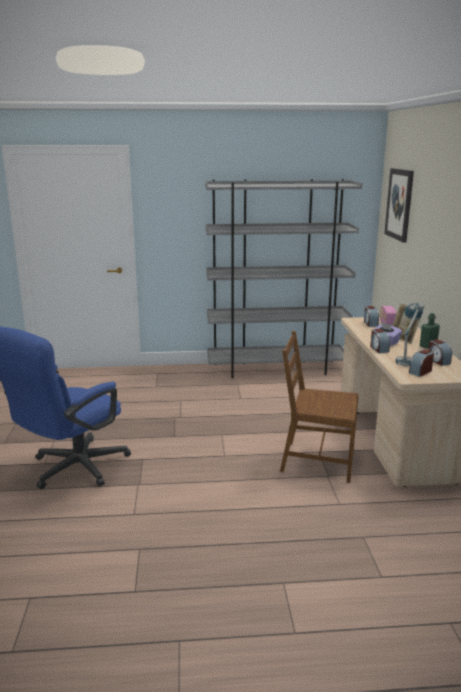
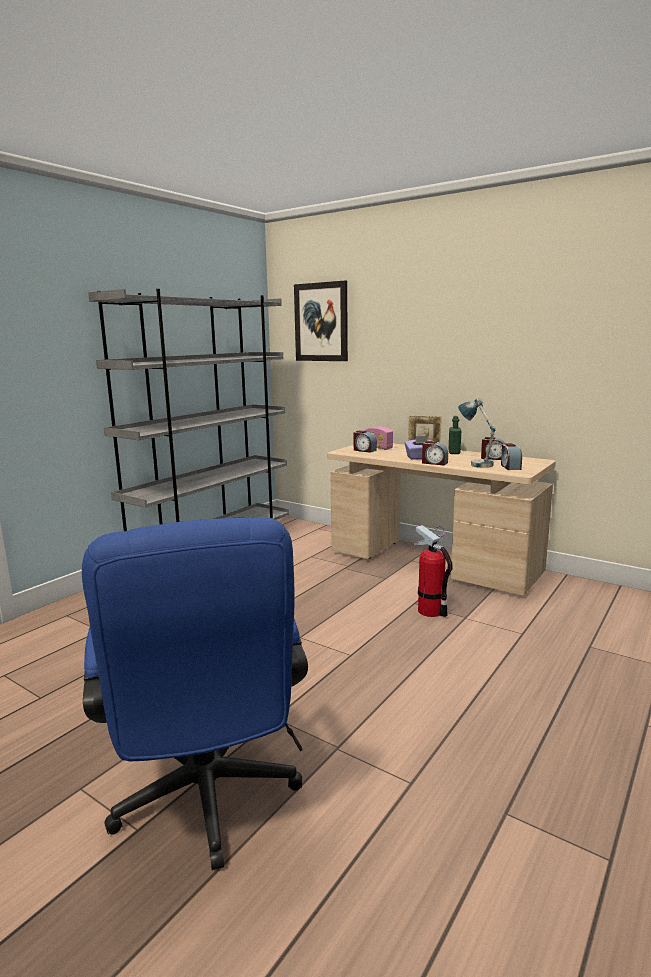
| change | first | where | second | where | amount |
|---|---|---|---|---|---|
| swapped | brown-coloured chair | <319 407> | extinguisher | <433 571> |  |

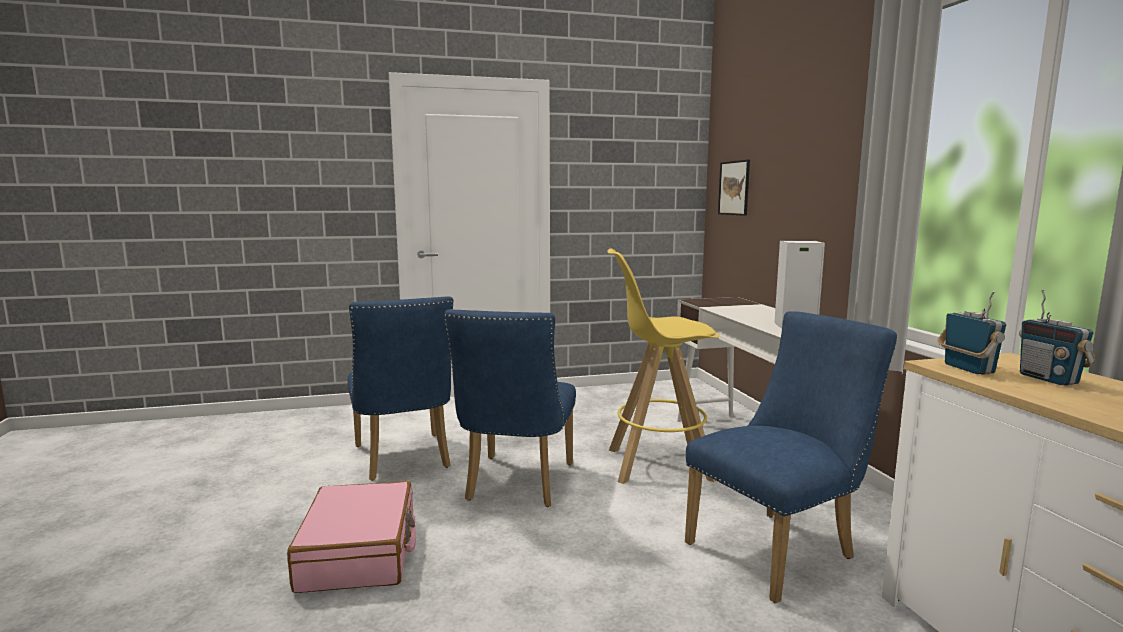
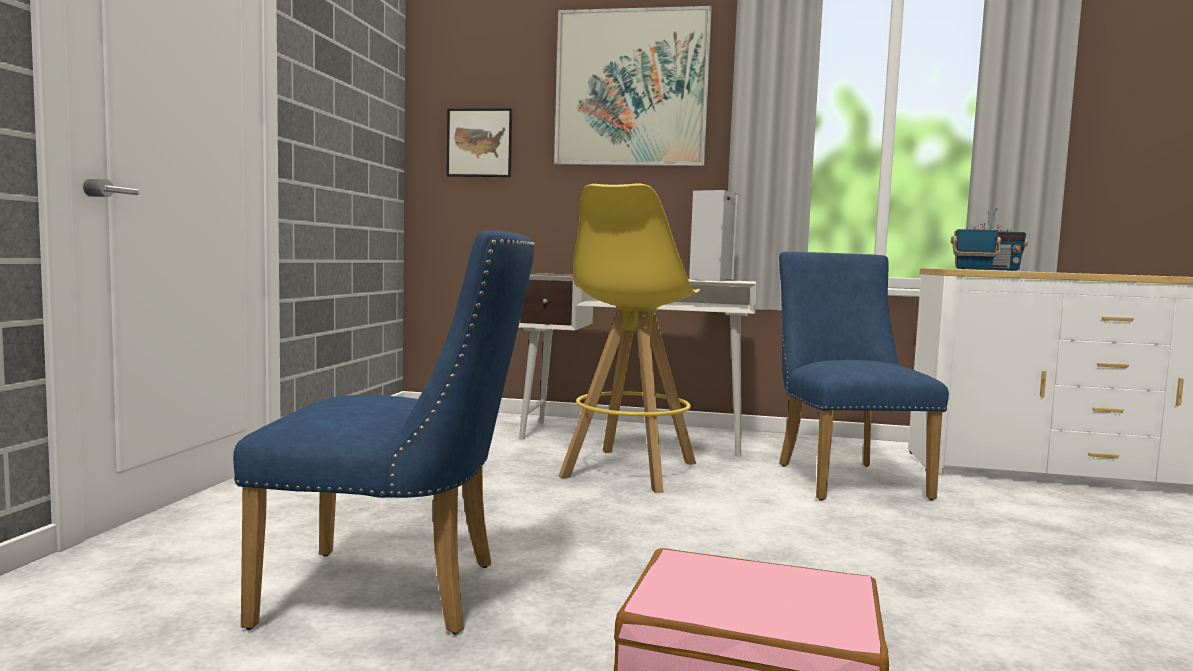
| change | first | where | second | where | amount |
|---|---|---|---|---|---|
| gone | blue chair | <510 408> |  |  |  |
| new |  |  | wall picture | <633 86> |  |

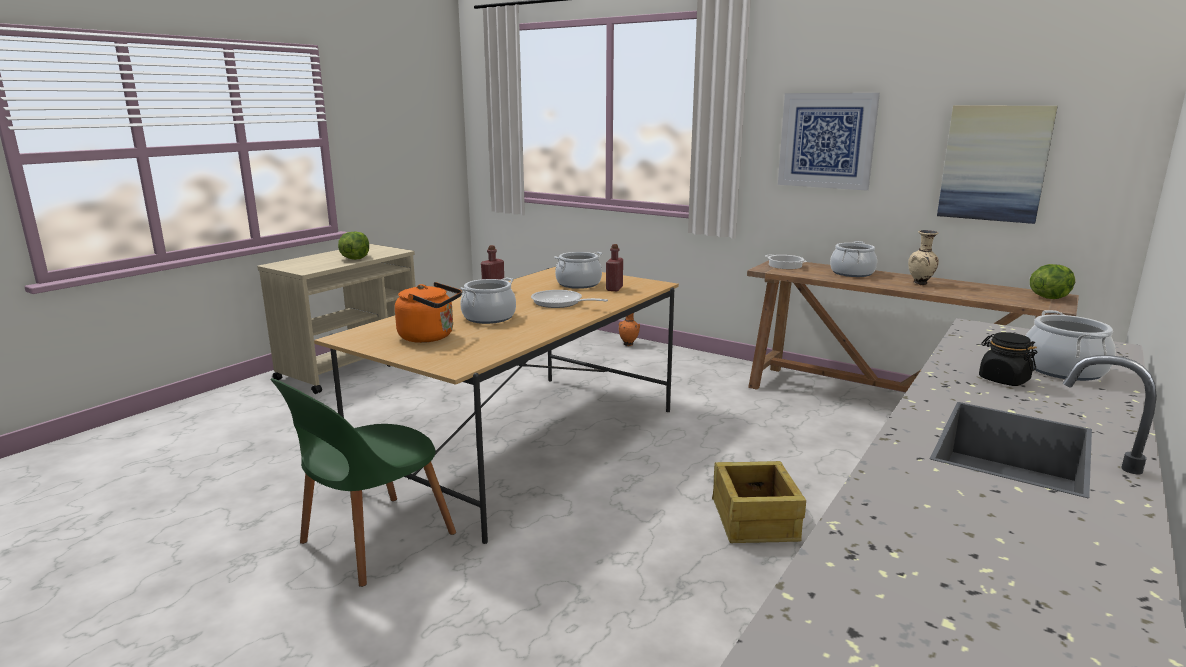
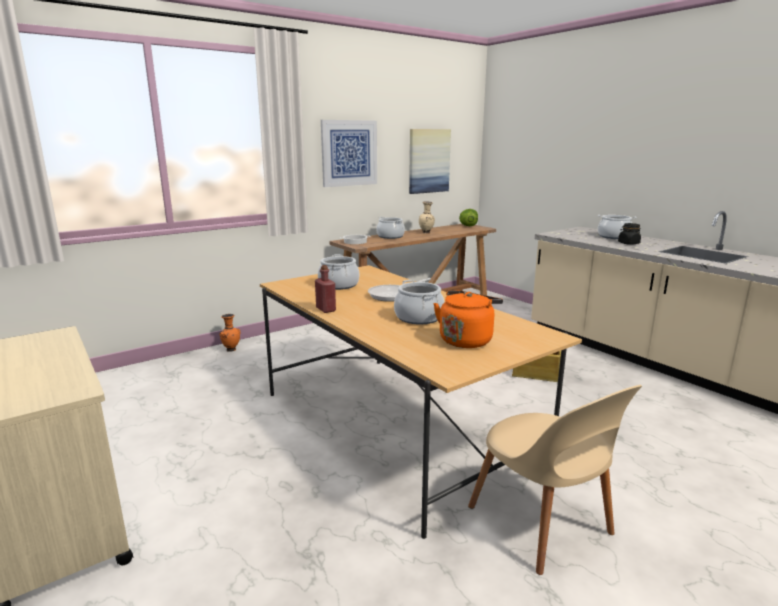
| change | first | where | second | where | amount |
|---|---|---|---|---|---|
| gone | head of lettuce | <353 245> |  |  |  |
| gone | red drink bottle | <614 267> |  |  |  |
| repainted | green-coloured chair | <363 482> | beige chair | <555 480> |  |

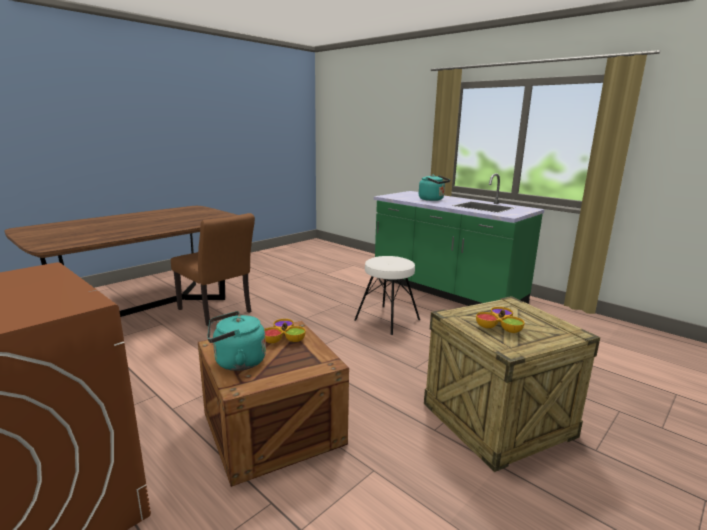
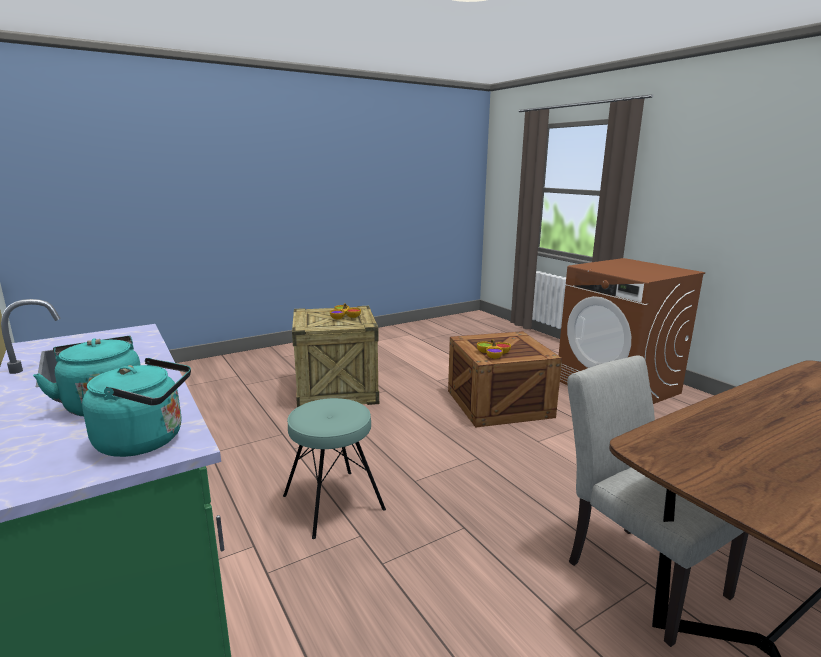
| change | first | where | second | where | amount |
|---|---|---|---|---|---|
| shifted | turquoise-coloured kettle | <236 341> |  | <136 407> |  |
| repainted | brown-coloured chair | <213 269> | greyish chair | <657 501> |  |
| repainted | whitish sitting stool | <387 295> | turquoise-coloured sitting stool | <334 468> |  |

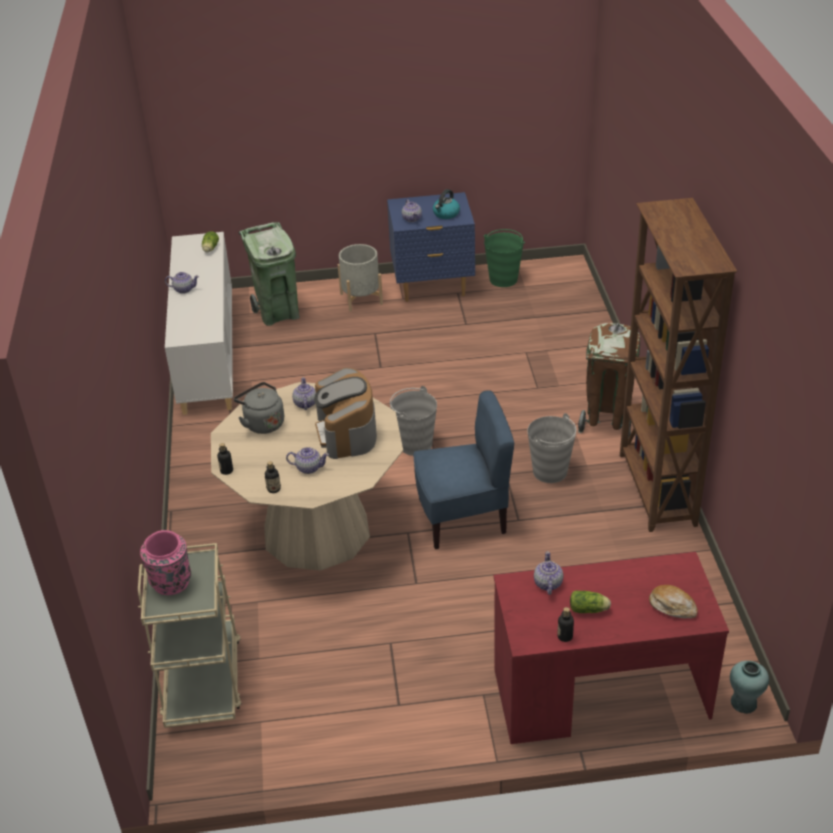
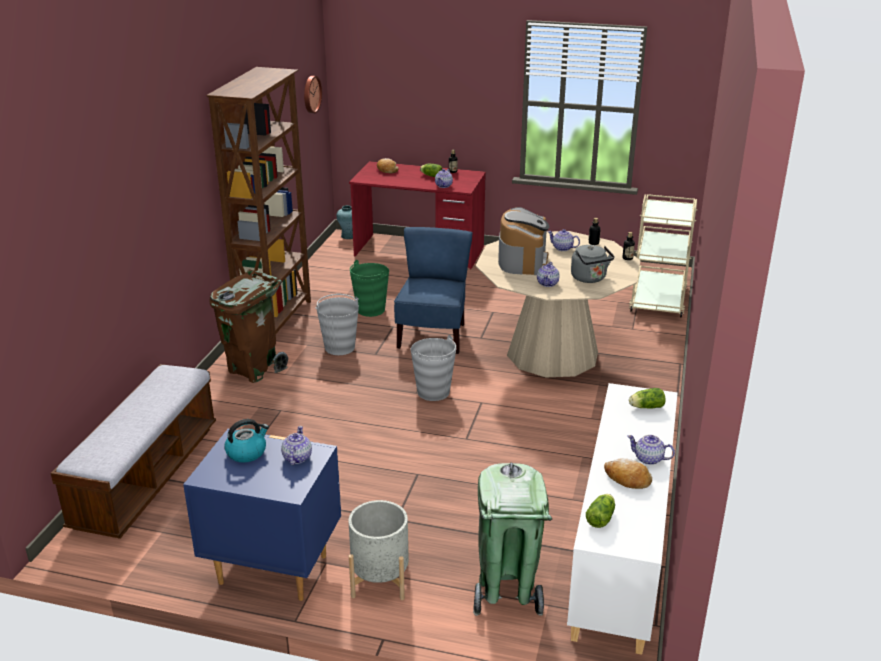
| change | first | where | second | where | amount |
|---|---|---|---|---|---|
| gone | pinkish vase | <165 562> |  |  |  |
| new |  |  | indoor bench | <133 451> |  |
| new |  |  | clock on the wall | <313 94> |  |
| new |  |  | baked bread | <628 473> |  |
| new |  |  | head of lettuce | <647 398> |  |
| shifted | green-coloured bucket | <504 258> |  | <369 288> |  |
| rotated | blue chair | <464 469> |  | <433 290> | 90 degrees clockwise |

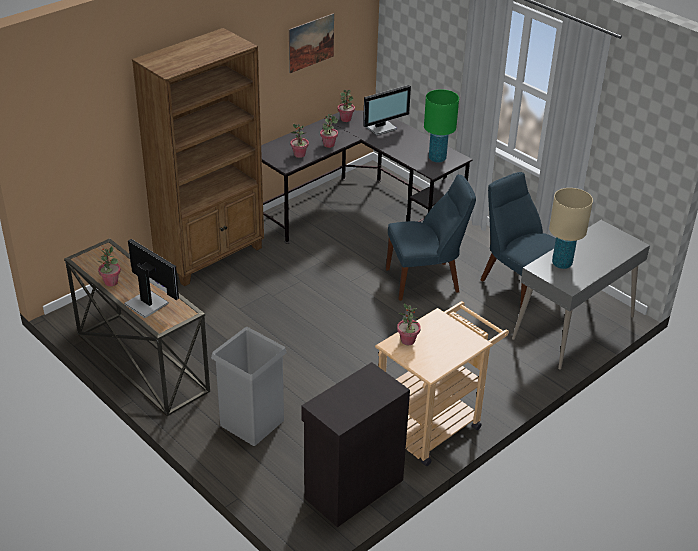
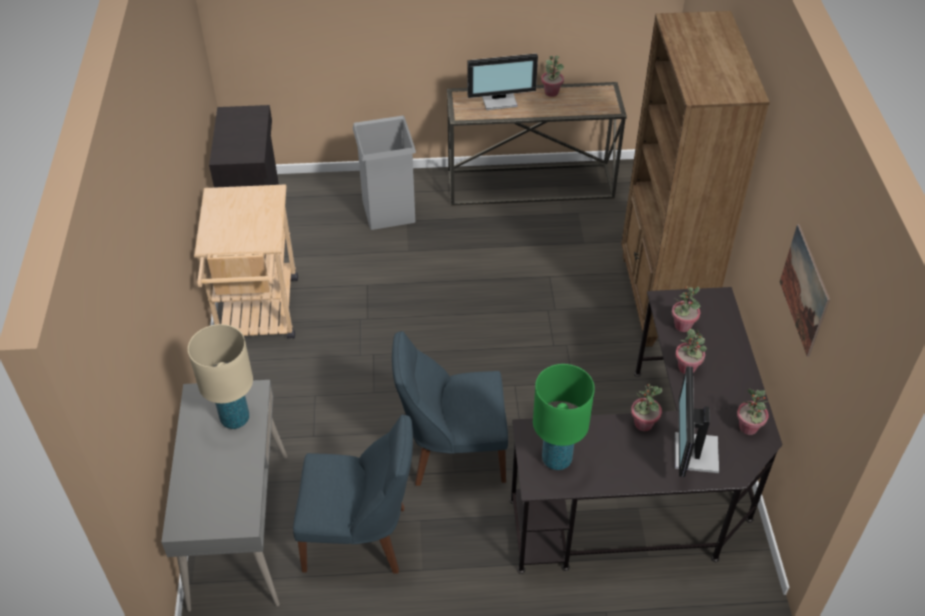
| change | first | where | second | where | amount |
|---|---|---|---|---|---|
| shifted | potted plant | <409 324> |  | <646 407> |  |
| rotated | blue chair | <431 237> |  | <450 408> | 60 degrees clockwise |

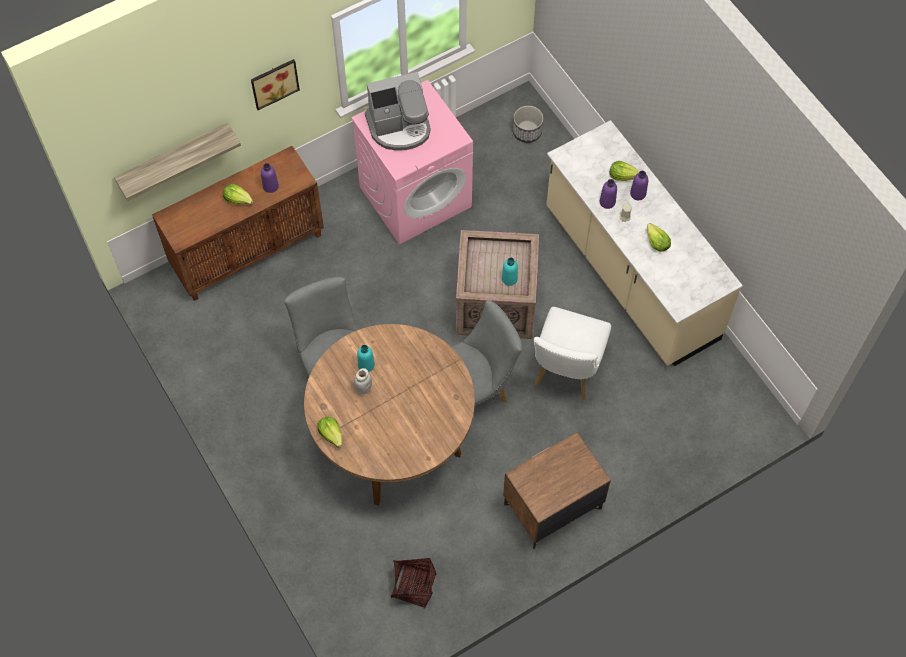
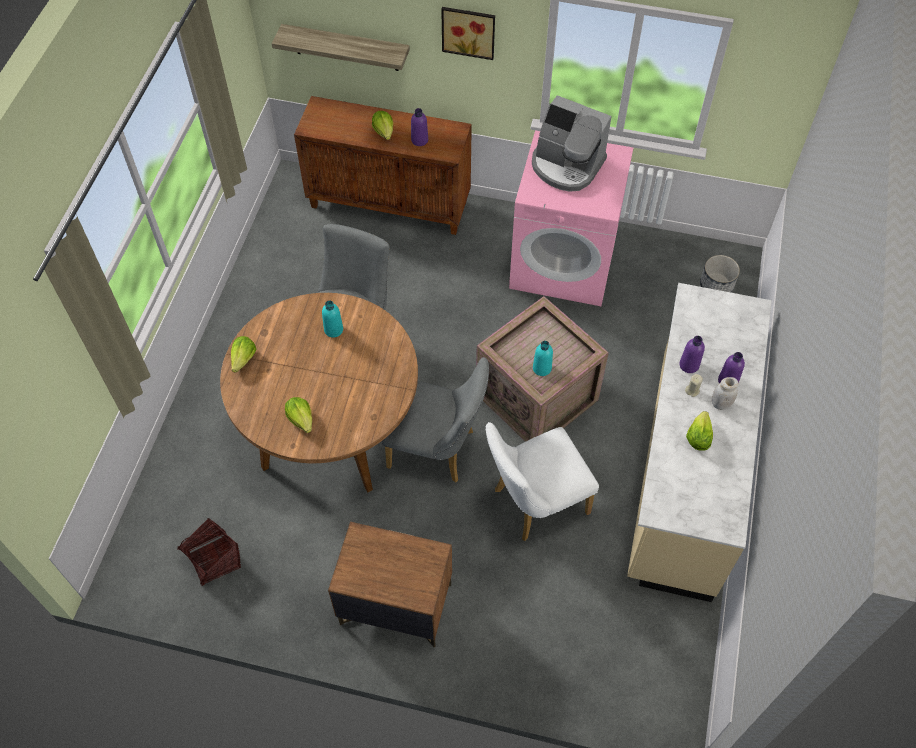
| change | first | where | second | where | amount |
|---|---|---|---|---|---|
| shifted | whitish preserve jar | <363 381> |  | <725 393> |  |
| shifted | head of lettuce | <625 171> |  | <298 415> |  |

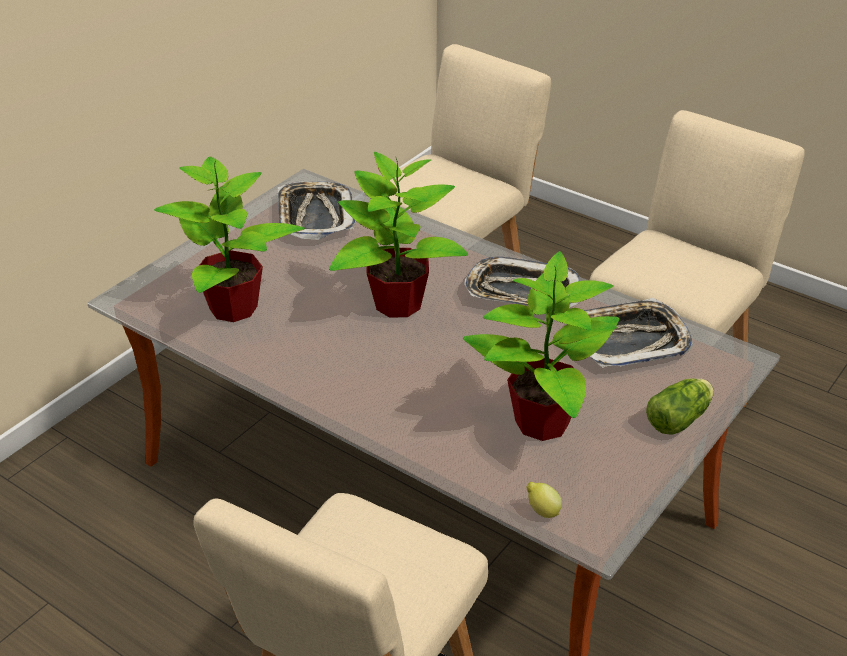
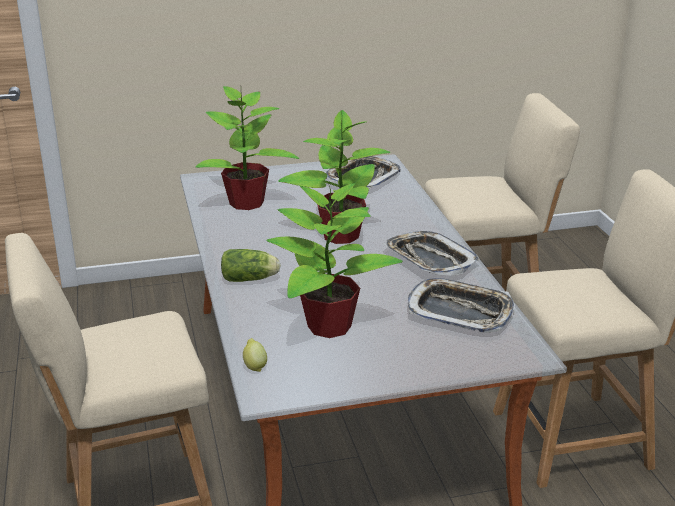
| change | first | where | second | where | amount |
|---|---|---|---|---|---|
| shifted | head of lettuce | <680 406> |  | <251 265> |  |

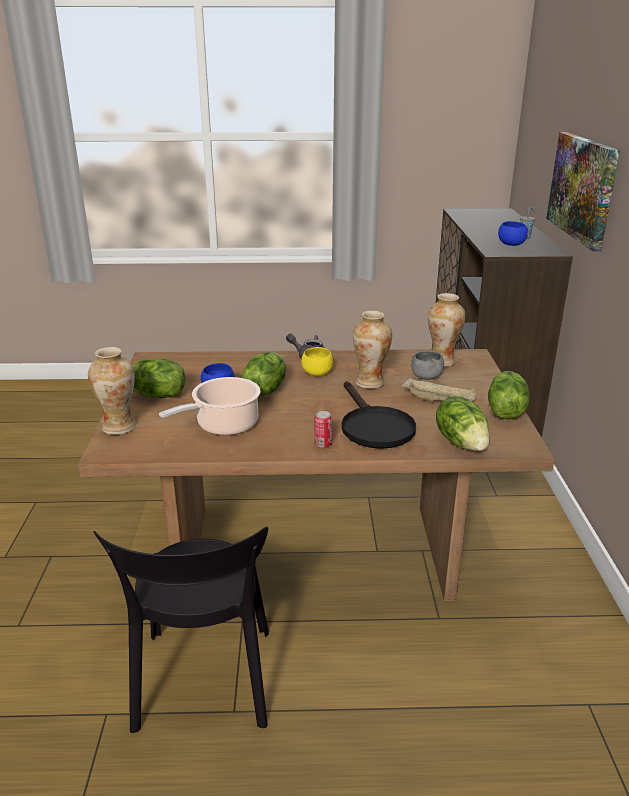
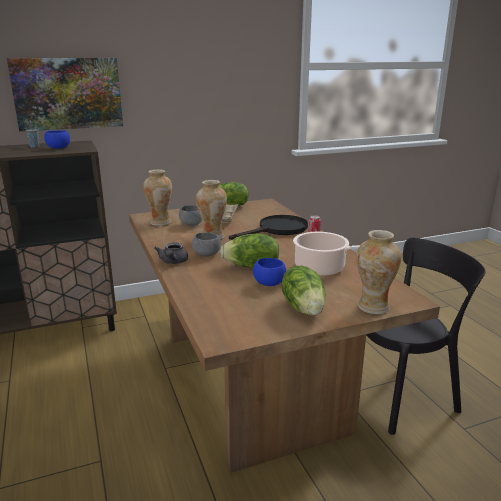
| change | first | where | second | where | amount |
|---|---|---|---|---|---|
| gone | head of lettuce | <463 423> |  |  |  |
| repainted | yellow deep dish | <317 361> | greyish deep dish | <206 244> |  |

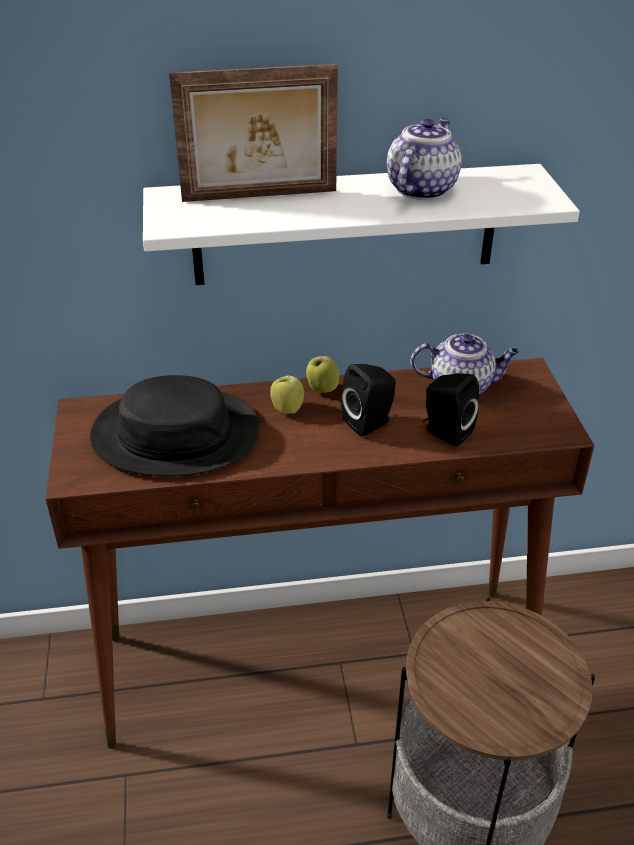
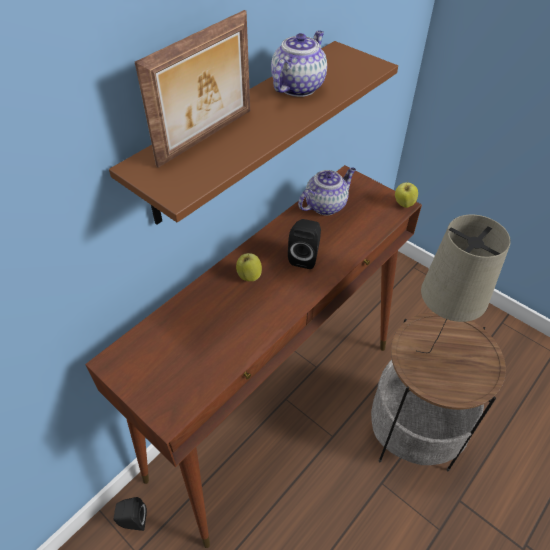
| change | first | where | second | where | amount |
|---|---|---|---|---|---|
| gone | blackish hat | <175 425> |  |  |  |
| new |  |  | beige table lamp | <464 283> |  |
| shifted | apple fruit | <322 373> |  | <406 194> |  |
| shifted | blackish loudspeaker | <451 410> |  | <130 514> |  |
| repainted | whitish wall shelf | <361 224> | brown-coloured wall shelf | <253 133> |  |
| rotated | pot for tea | <424 159> |  | <299 63> | 45 degrees clockwise |

